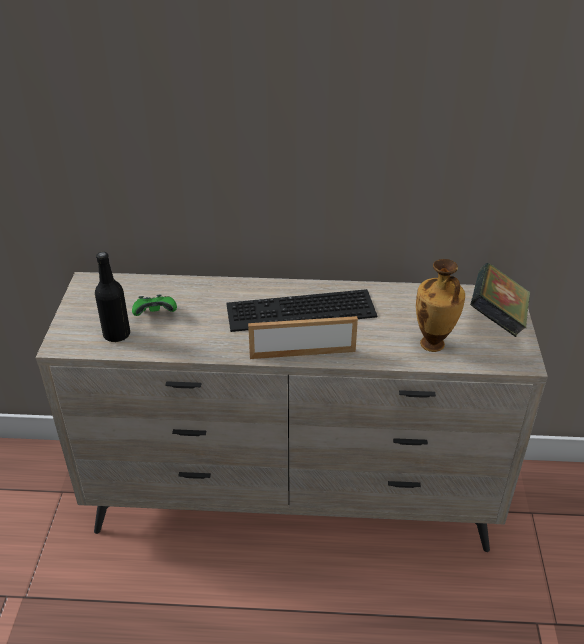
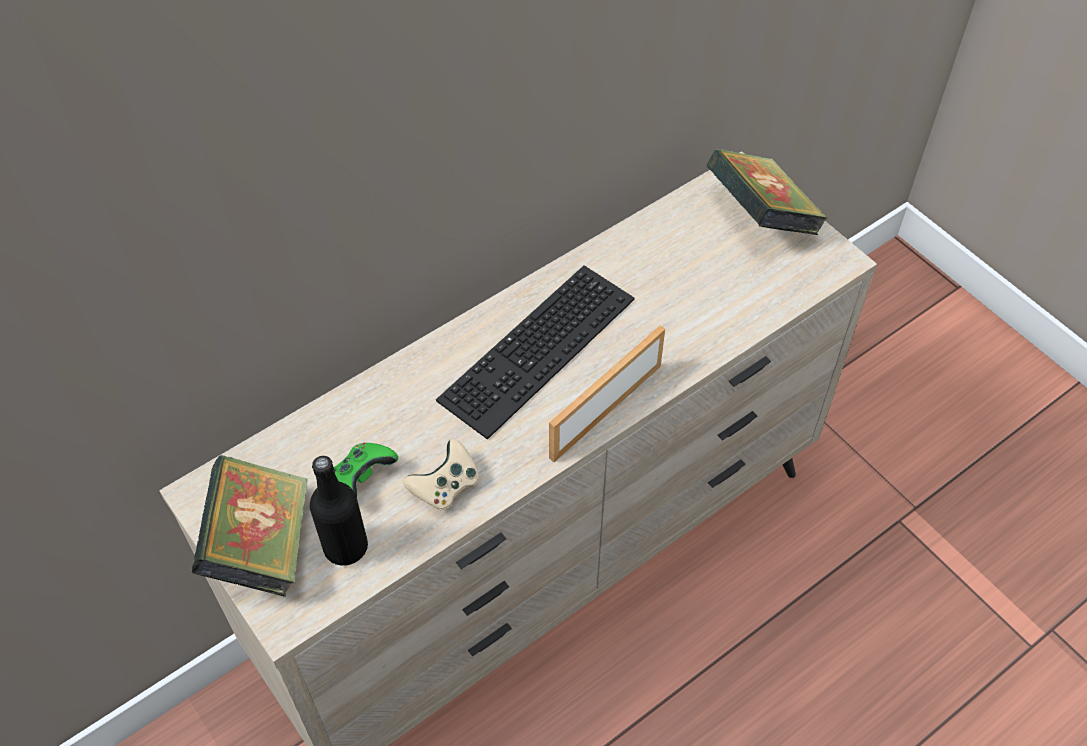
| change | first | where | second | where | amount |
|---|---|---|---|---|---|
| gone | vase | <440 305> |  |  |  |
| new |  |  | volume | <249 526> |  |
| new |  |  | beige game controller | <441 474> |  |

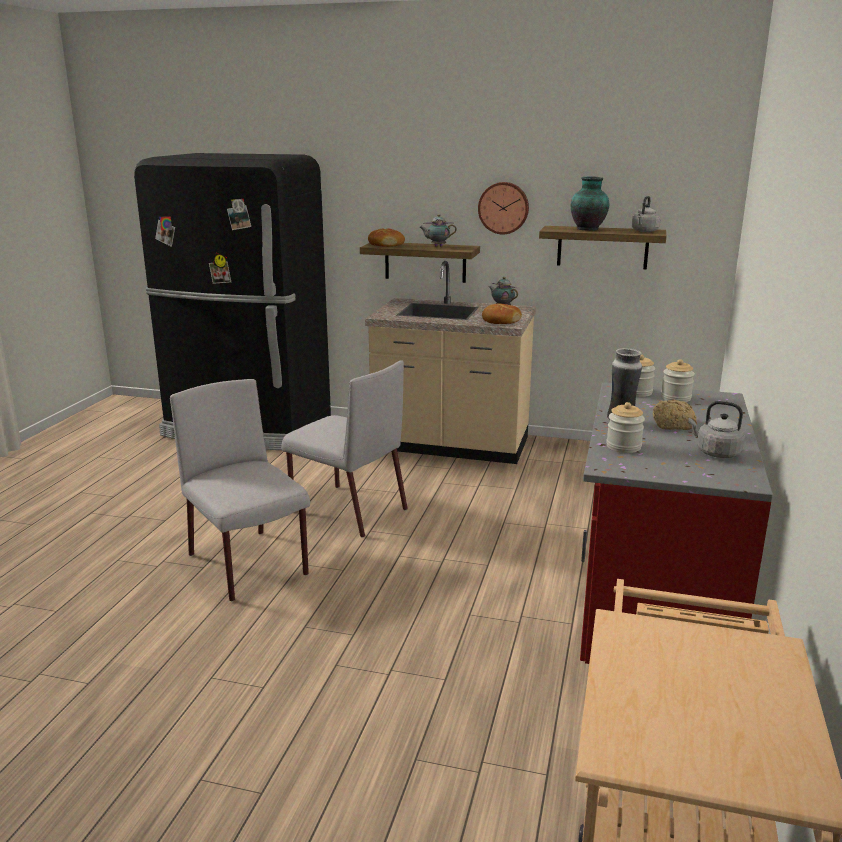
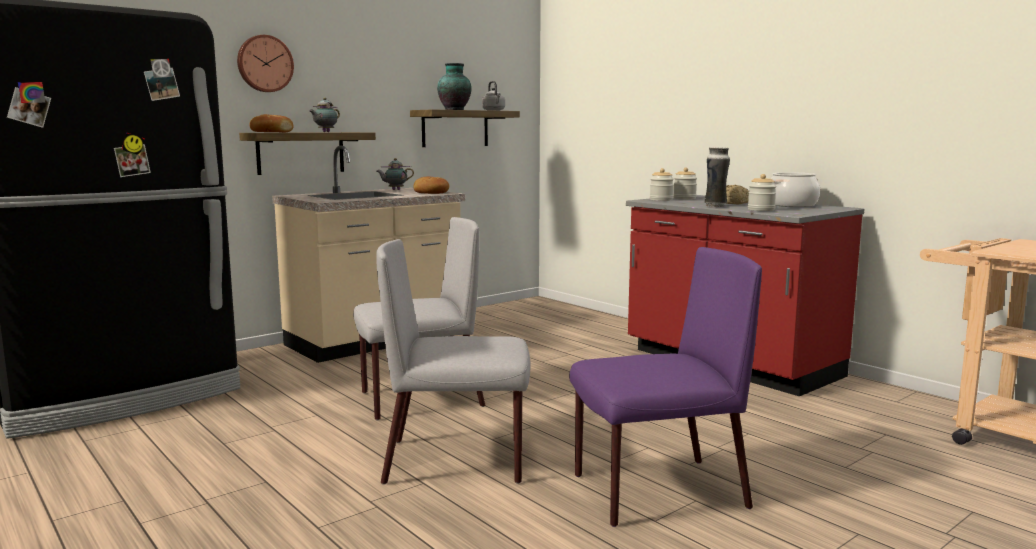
| change | first | where | second | where | amount |
|---|---|---|---|---|---|
| new |  |  | purplish chair | <665 387> |  |
| shifted | clock on the wall | <503 208> |  | <265 63> |  |
| swapped | greyish kettle | <716 429> | stockpot | <795 189> |  |

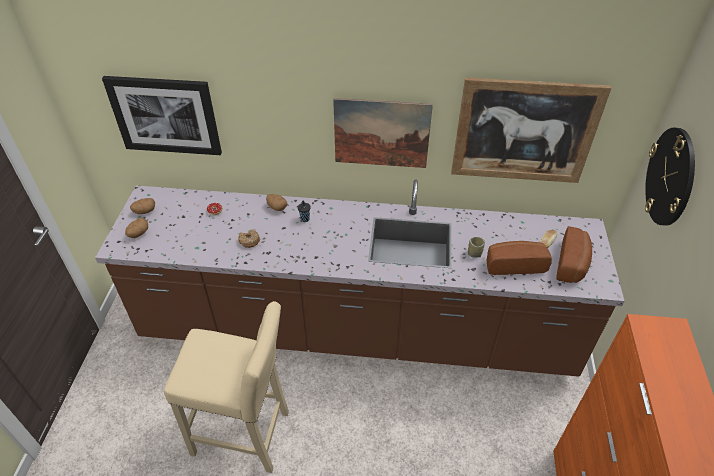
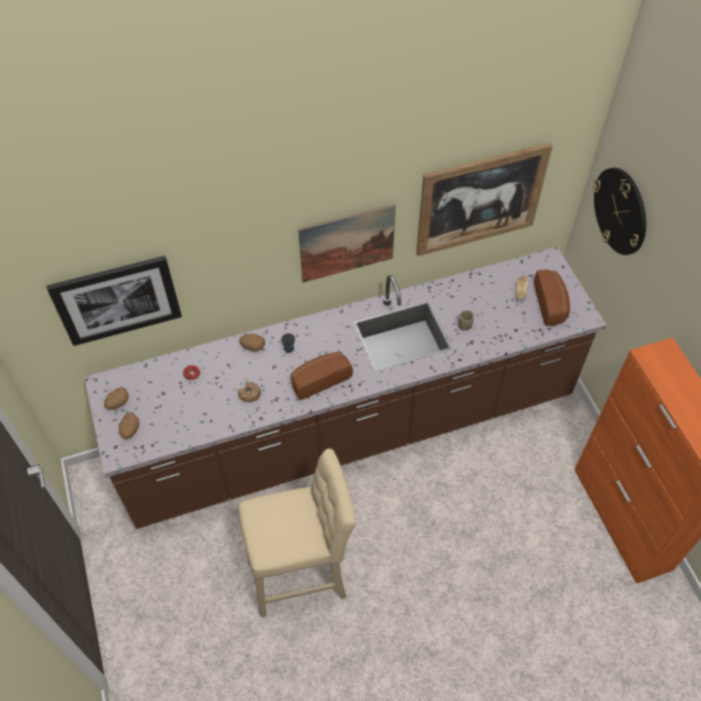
| change | first | where | second | where | amount |
|---|---|---|---|---|---|
| shifted | baked bread | <519 258> |  | <322 376> |  |

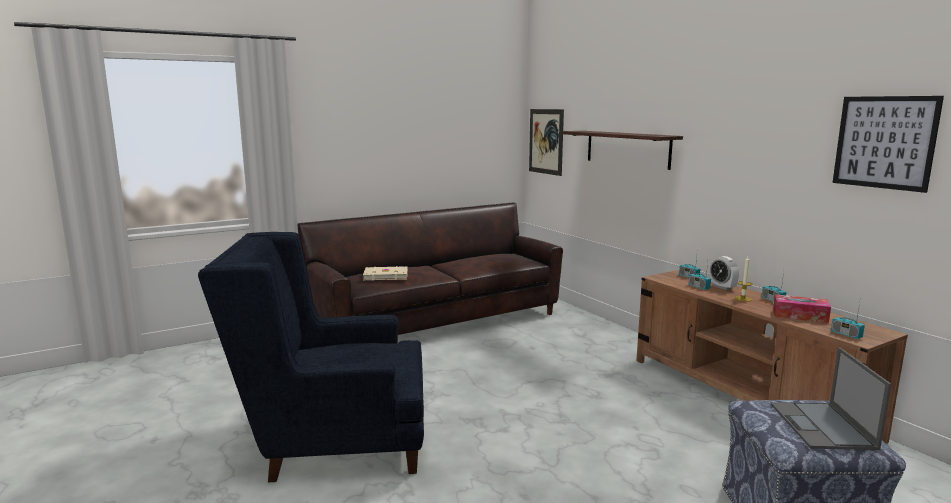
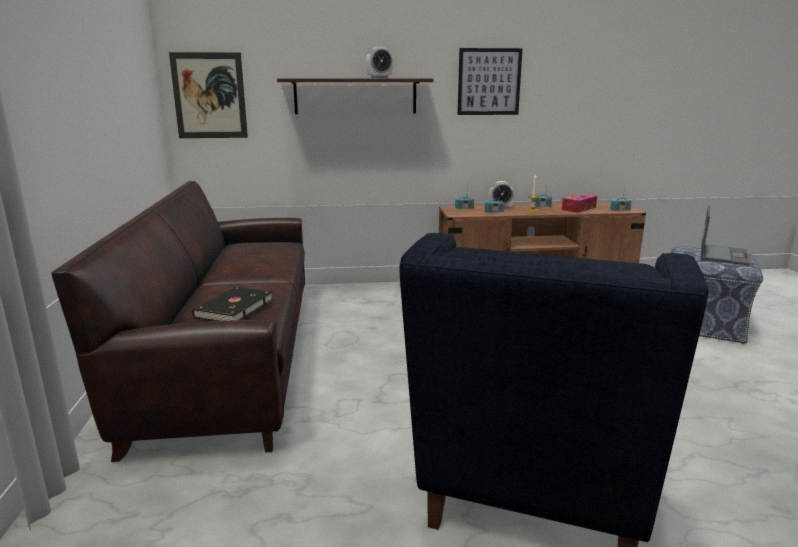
| change | first | where | second | where | amount |
|---|---|---|---|---|---|
| new |  |  | bedside clock | <379 62> |  |
| shifted | wall picture | <888 144> |  | <490 81> |  |
| repainted | beige volume | <385 273> | blackish volume | <232 304> |  |
| rotated | laptop | <831 398> |  | <725 235> | 90 degrees counterclockwise |

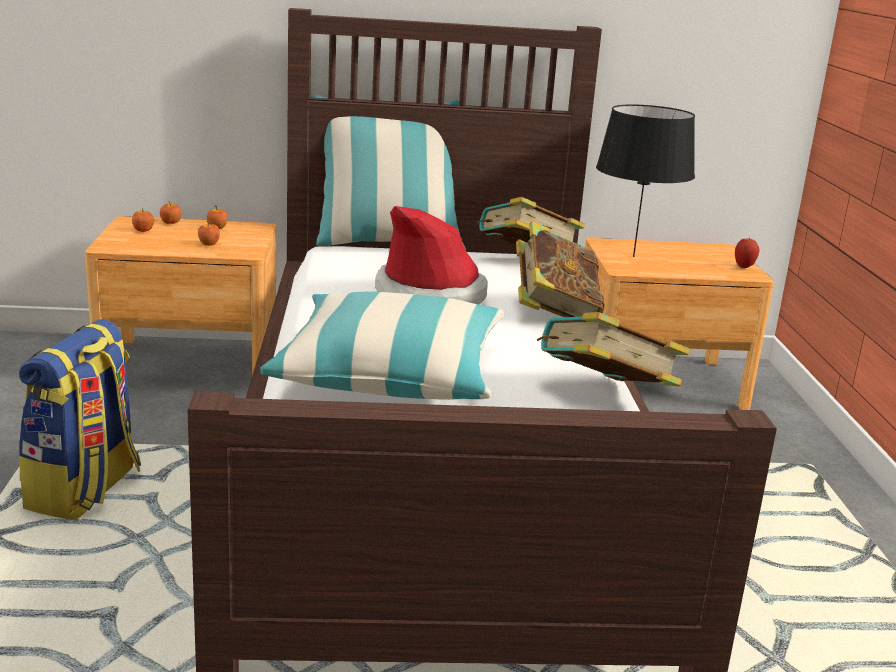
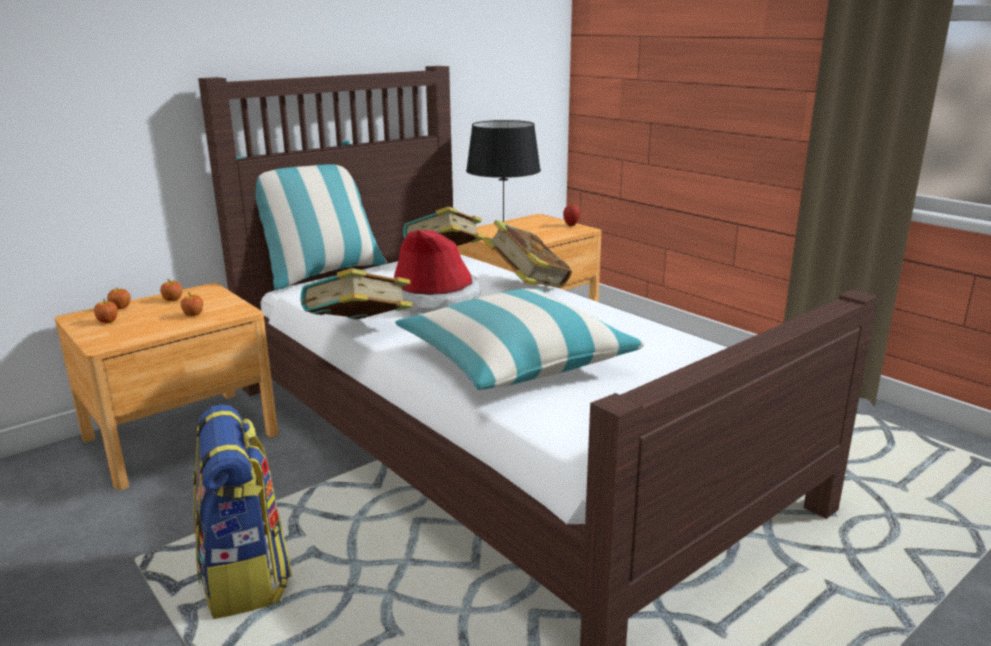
| change | first | where | second | where | amount |
|---|---|---|---|---|---|
| shifted | volume | <613 349> |  | <356 293> |  |

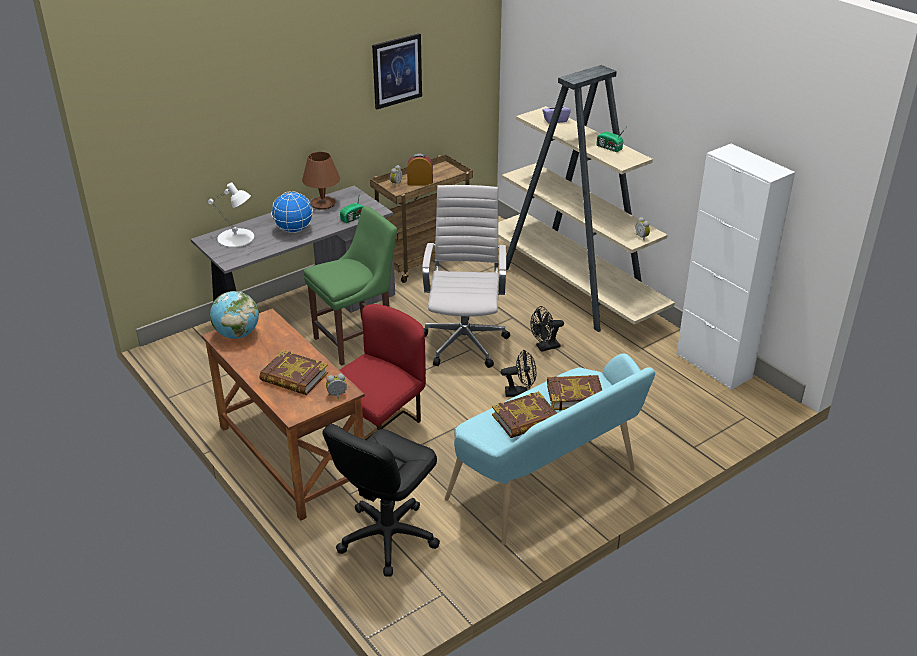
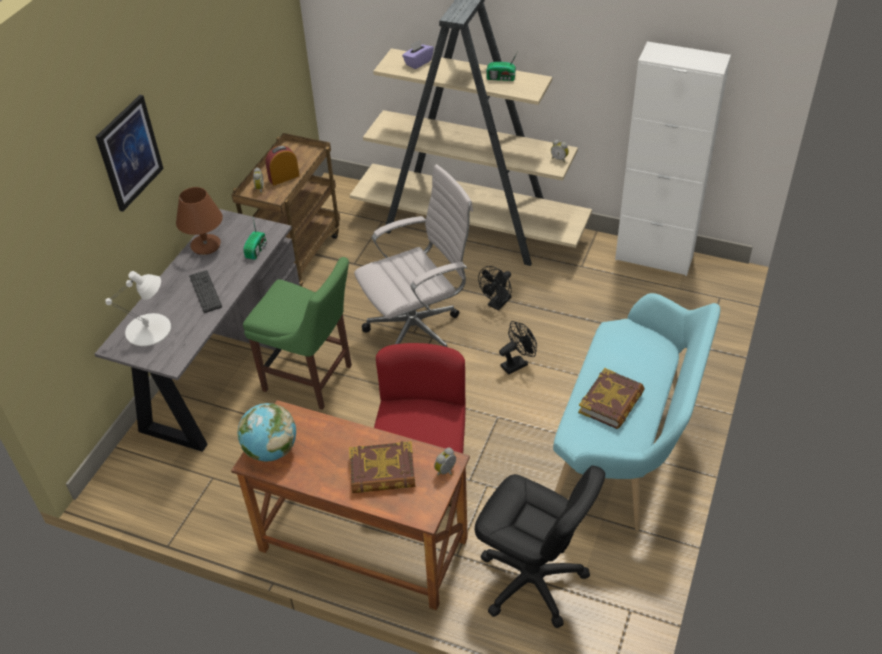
| change | first | where | second | where | amount |
|---|---|---|---|---|---|
| gone | volume | <574 393> |  |  |  |
| shifted | wall picture | <397 71> |  | <130 153> |  |
| swapped | globe | <292 212> | computer keyboard | <205 291> |  |
| rotated | green-coloured chair | <350 286> |  | <297 333> | 90 degrees clockwise |
| rotated | blackish desk chair | <381 500> |  | <540 546> | 60 degrees counterclockwise |
| rotated | whitish desk chair | <466 276> |  | <413 255> | 90 degrees clockwise |

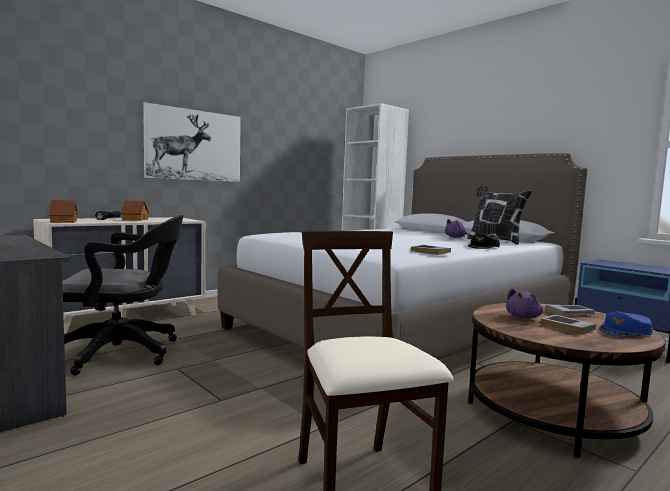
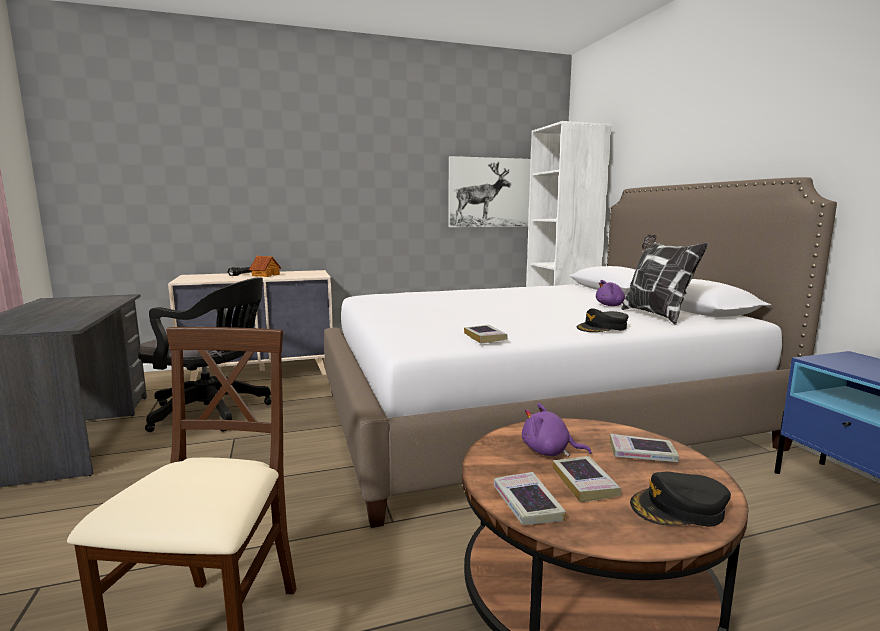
| change | first | where | second | where | amount |
|---|---|---|---|---|---|
| gone | model house | <63 211> |  |  |  |
| new |  |  | volume | <530 498> |  |
| shifted | wall picture | <192 142> |  | <489 191> |  |
| repainted | blue cap | <626 324> | blackish cap | <680 499> |  |
| rotated | purplish cuddly toy | <524 303> |  | <556 430> | 45 degrees clockwise |

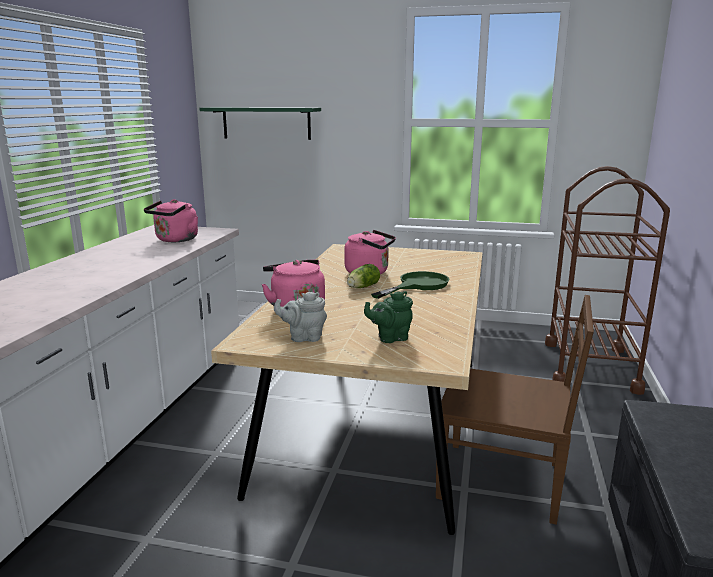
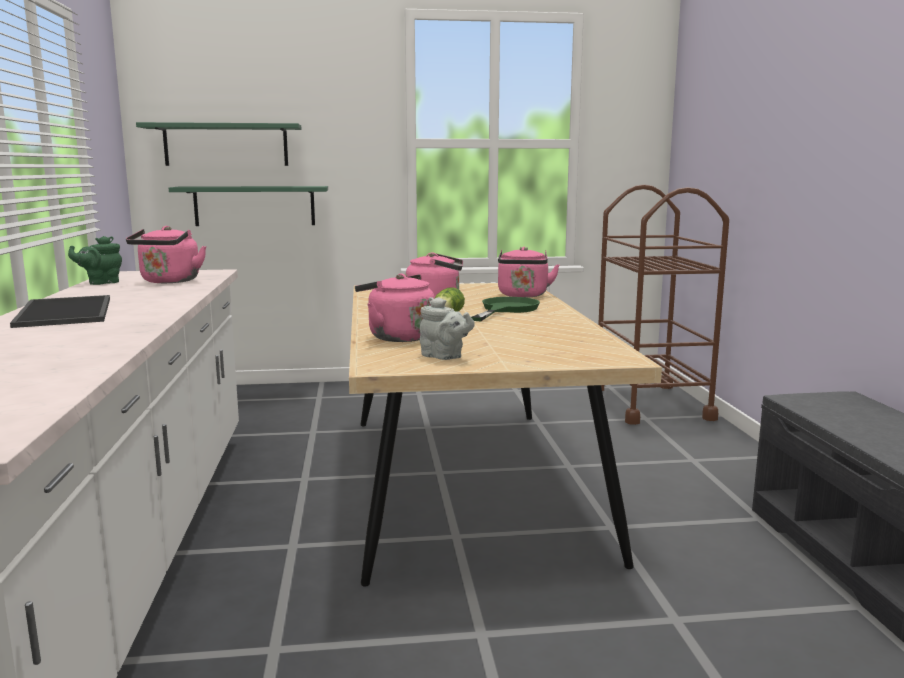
| change | first | where | second | where | amount |
|---|---|---|---|---|---|
| gone | brown-coloured chair | <515 409> |  |  |  |
| new |  |  | tray | <60 311> |  |
| new |  |  | green-coloured wall shelf | <248 206> |  |
| new |  |  | pinkish kettle | <529 272> |  |
| shifted | green-coloured pot for tea | <388 317> |  | <95 260> |  |
| rotated | greyish pot for tea | <300 317> |  | <447 328> | 120 degrees counterclockwise |

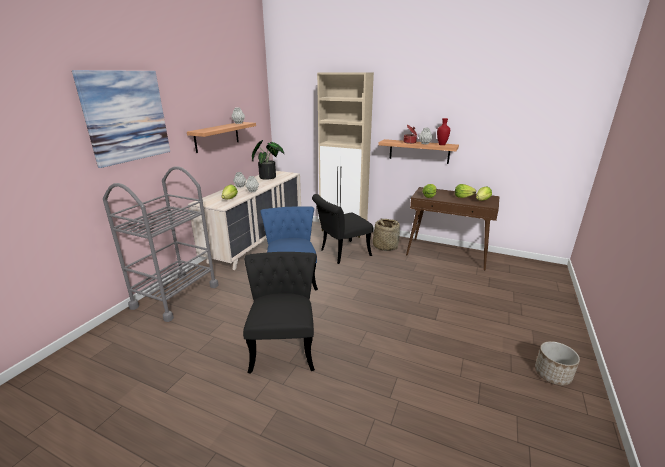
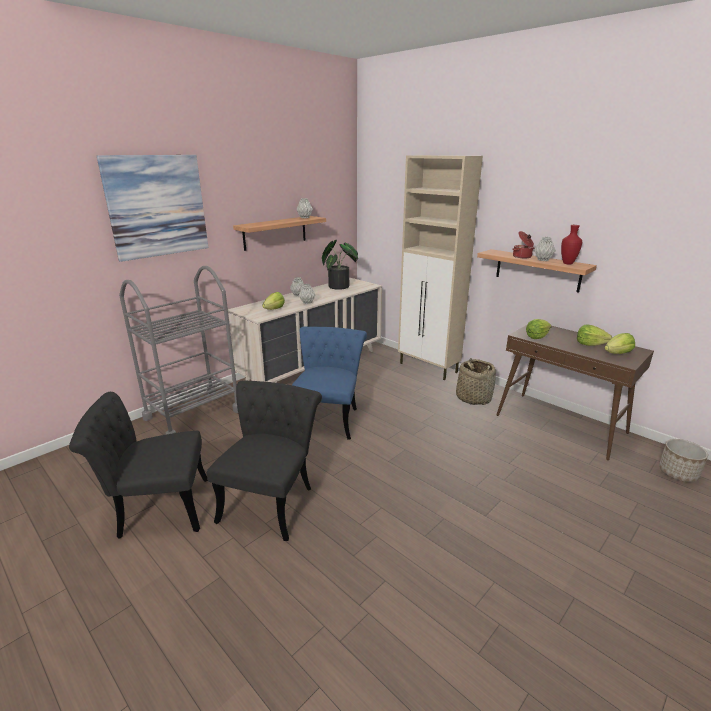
| change | first | where | second | where | amount |
|---|---|---|---|---|---|
| shifted | blackish chair | <342 229> |  | <138 465> |  |
| shifted | flower pot | <557 363> |  | <683 460> |  |

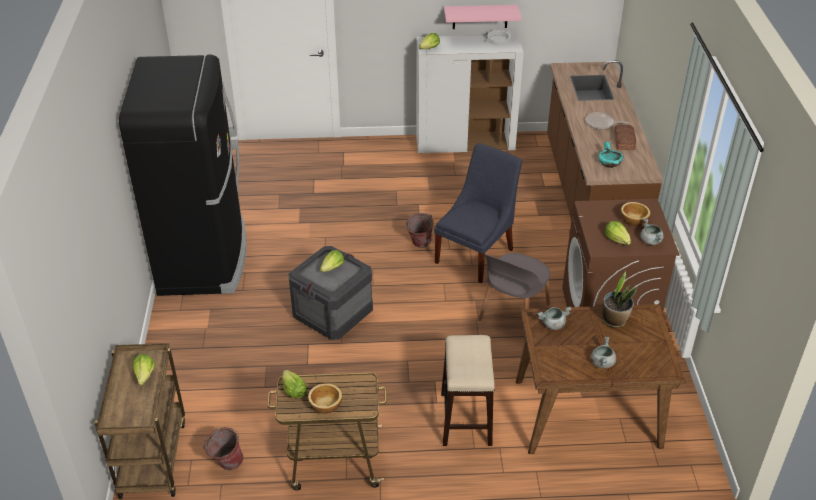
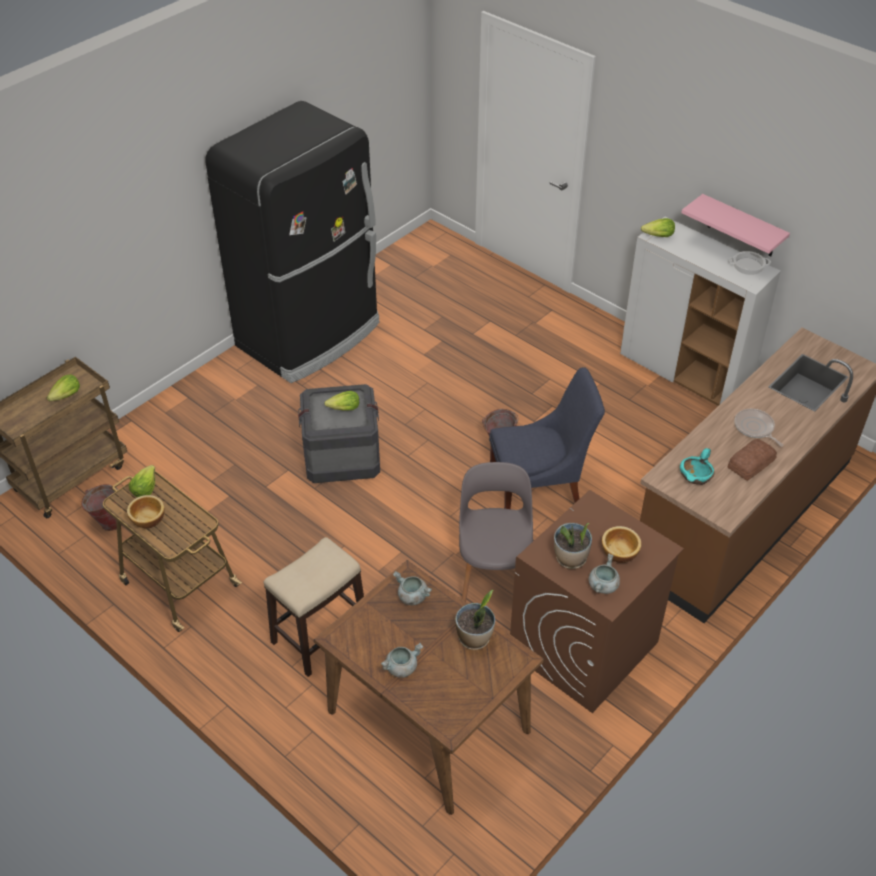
| change | first | where | second | where | amount |
|---|---|---|---|---|---|
| swapped | head of lettuce | <618 233> | potted plant | <573 546> |  |
| rotated | greyish chair | <514 295> |  | <496 532> | 105 degrees clockwise |

